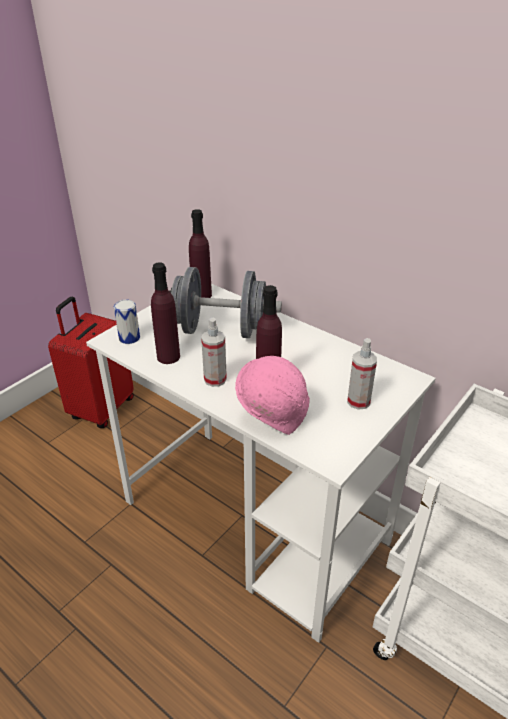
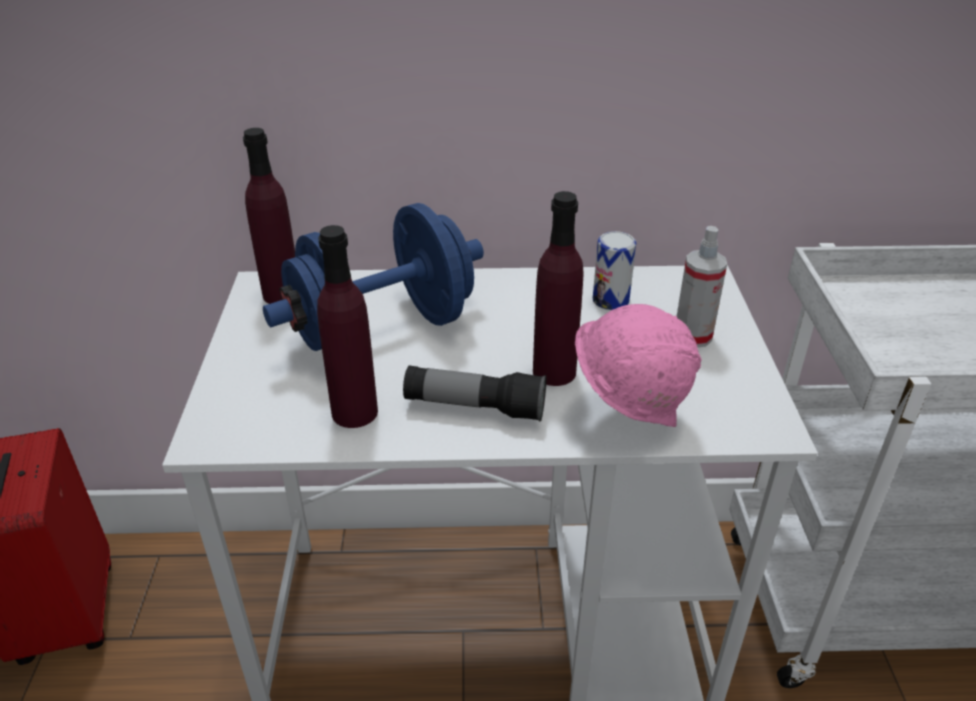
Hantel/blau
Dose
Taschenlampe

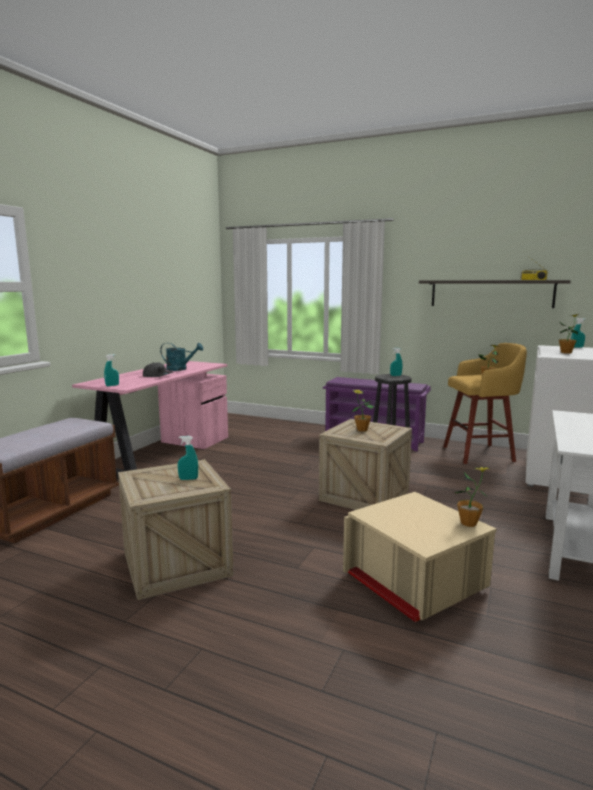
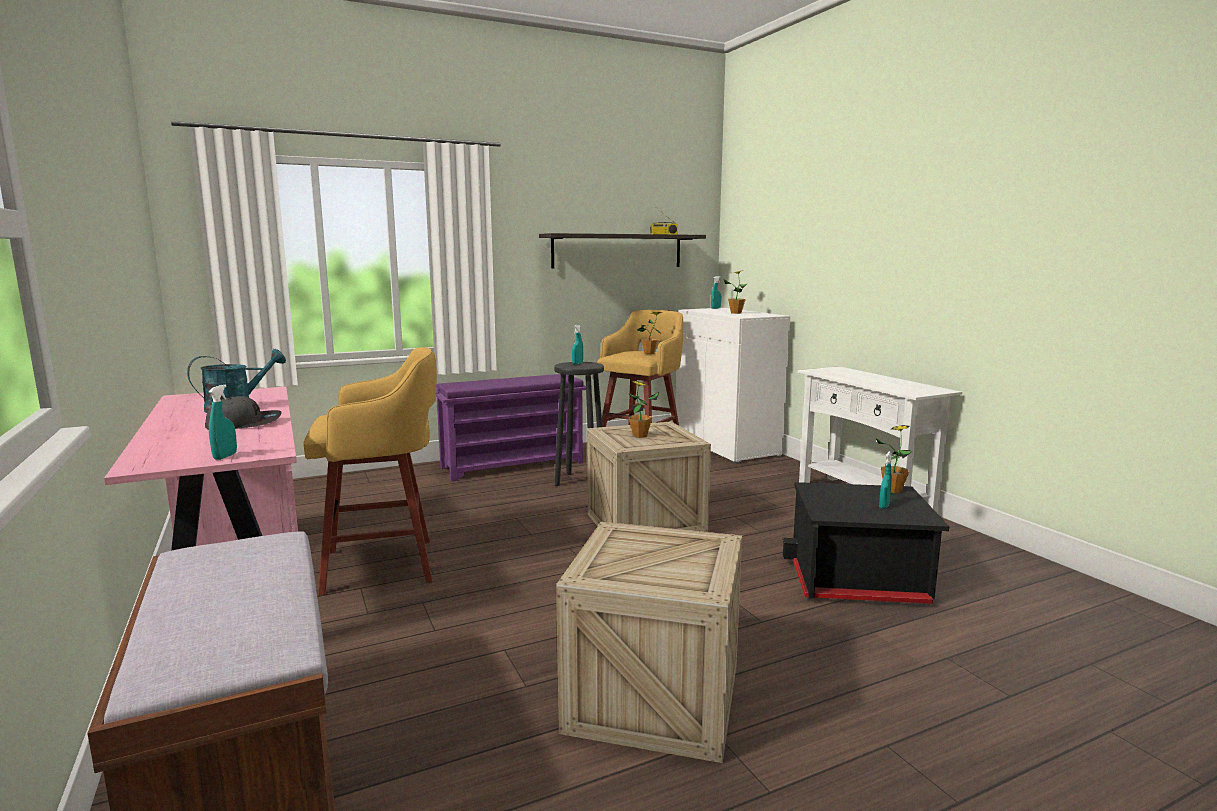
Sprühflasche/türkis (4th from left)
Aufbewahrungsbox/schwarz
Hocker/gelb (1st from left)

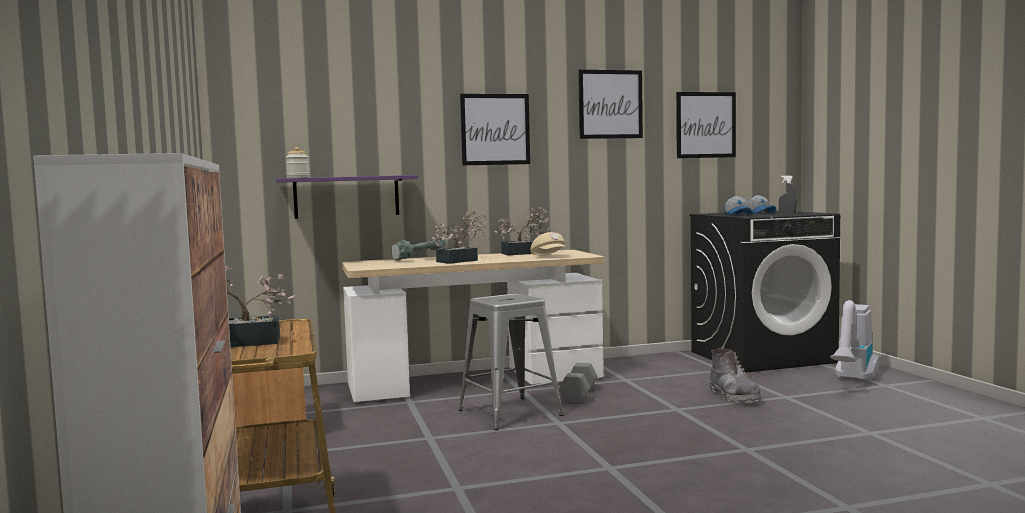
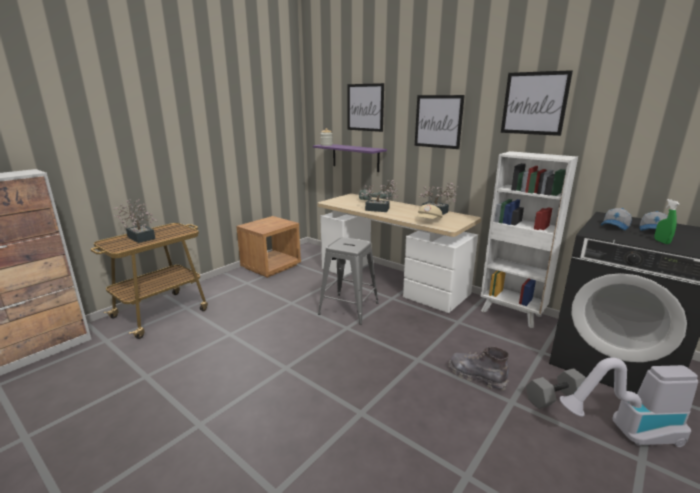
Bild (1st from left)
Sprühflasche/grün
Stiefel/grau
Hantel/grau
Bücherregal/weiß

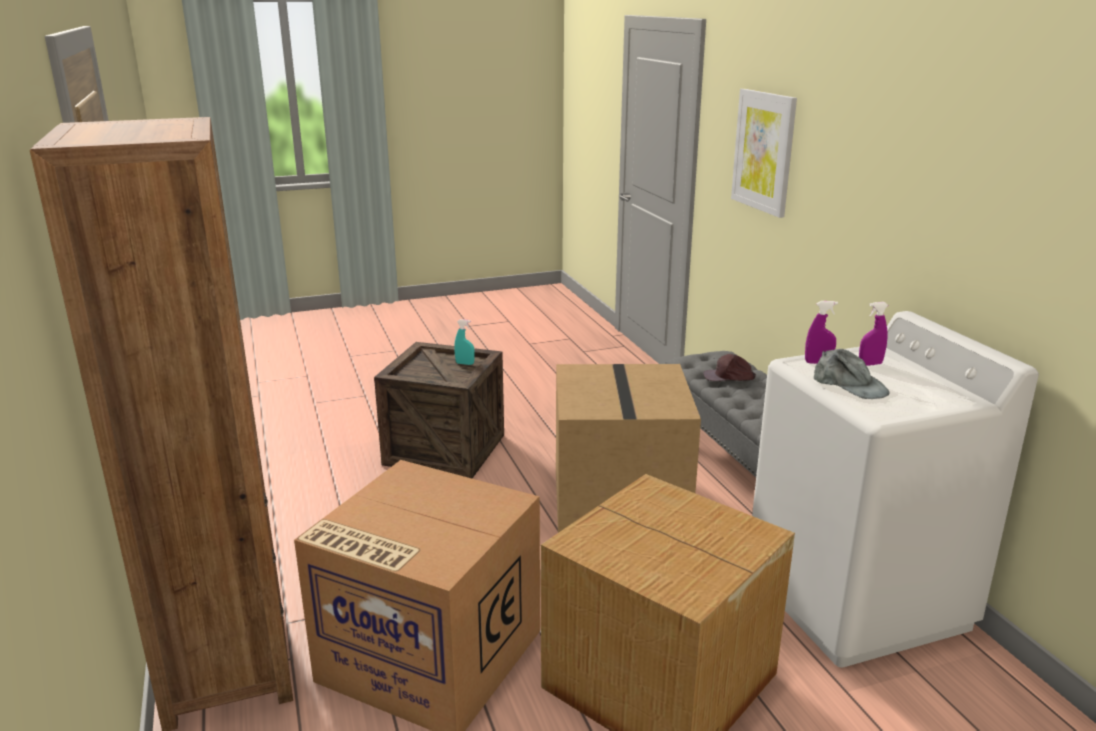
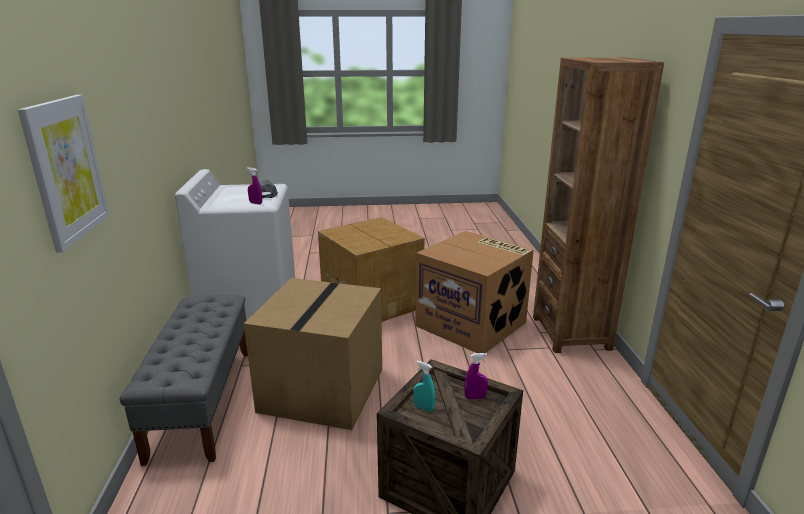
Sprühflasche/lila (2nd from left)
Kappe/braun

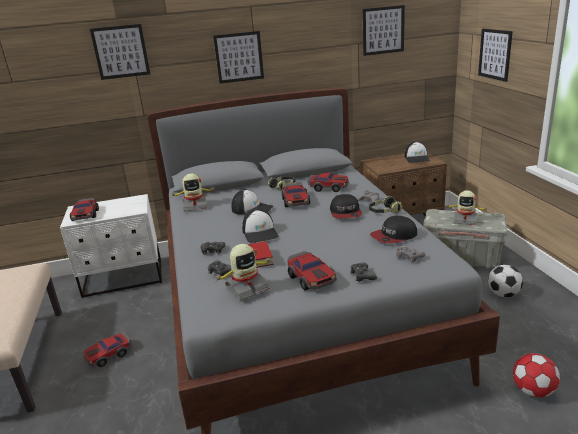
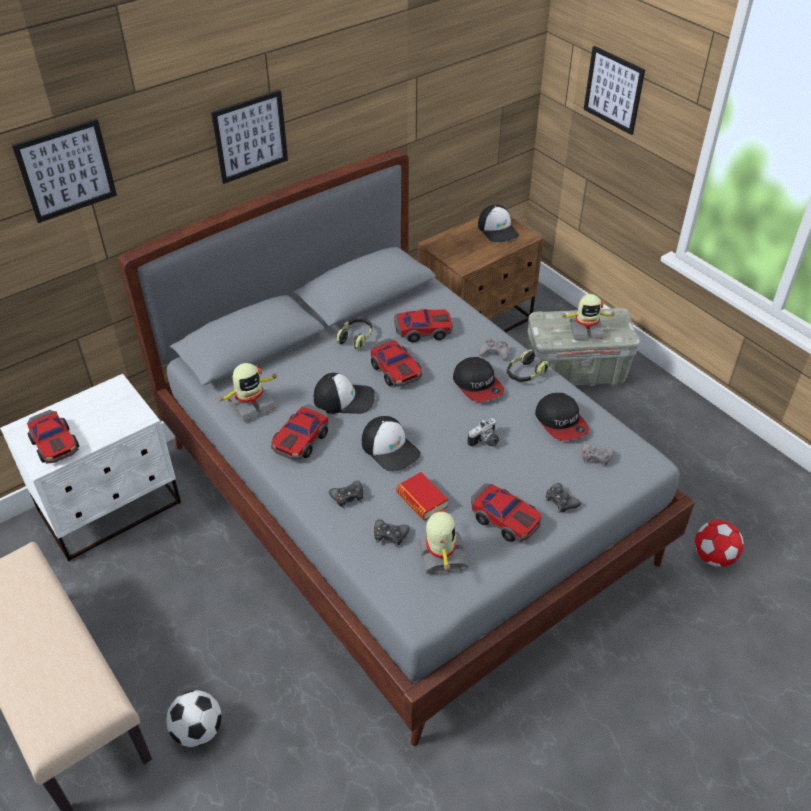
Bild (3rd from left in the first image)
Kappe (5th from left)
Spielzeugroboter (2nd from left)
Fußball (1st from left)
Spielzeugauto (2nd from left)
Kamera

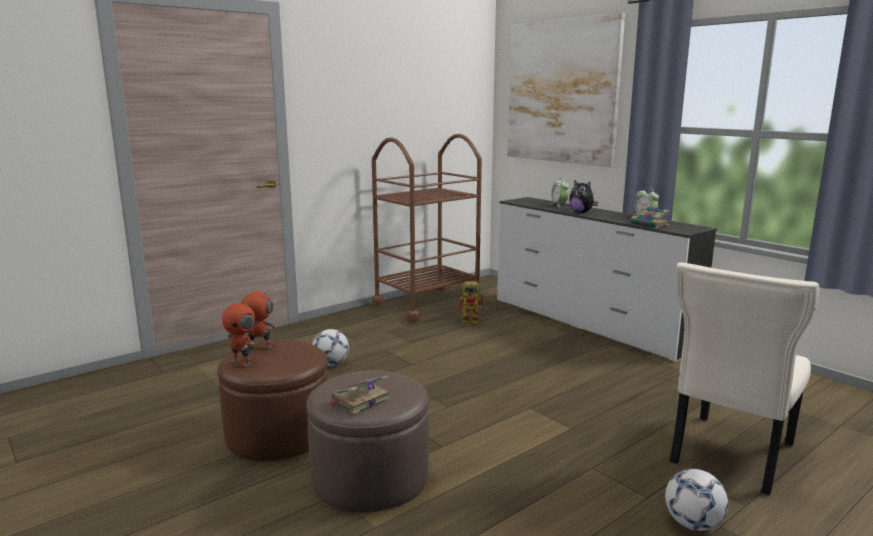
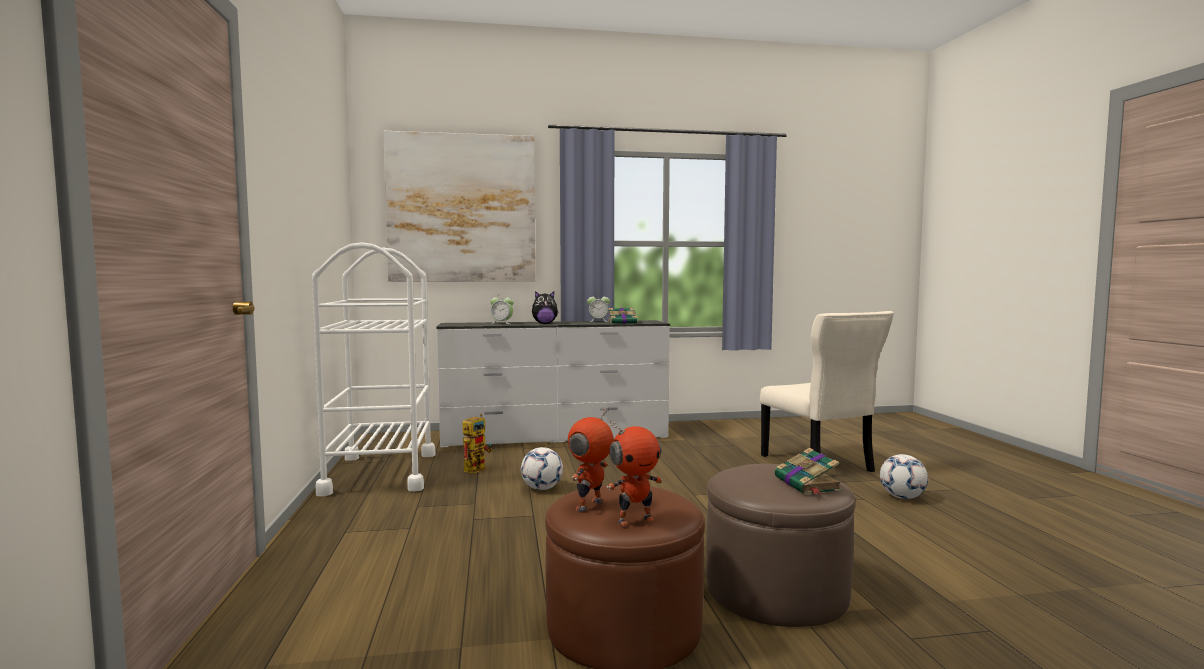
Rollwagen/weiß
Fußball (1st from left)

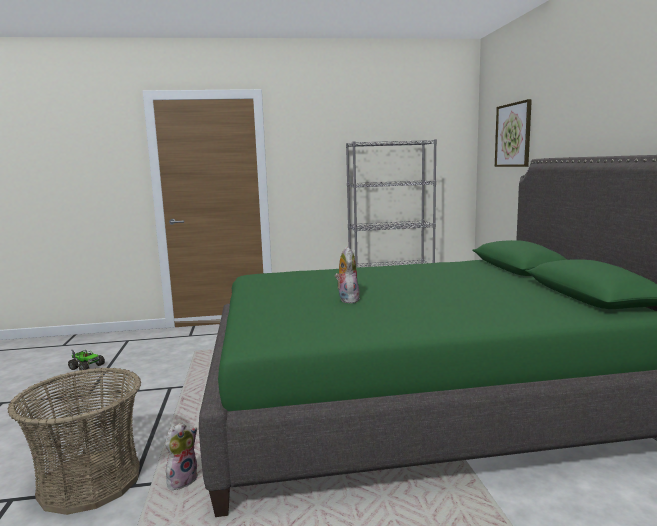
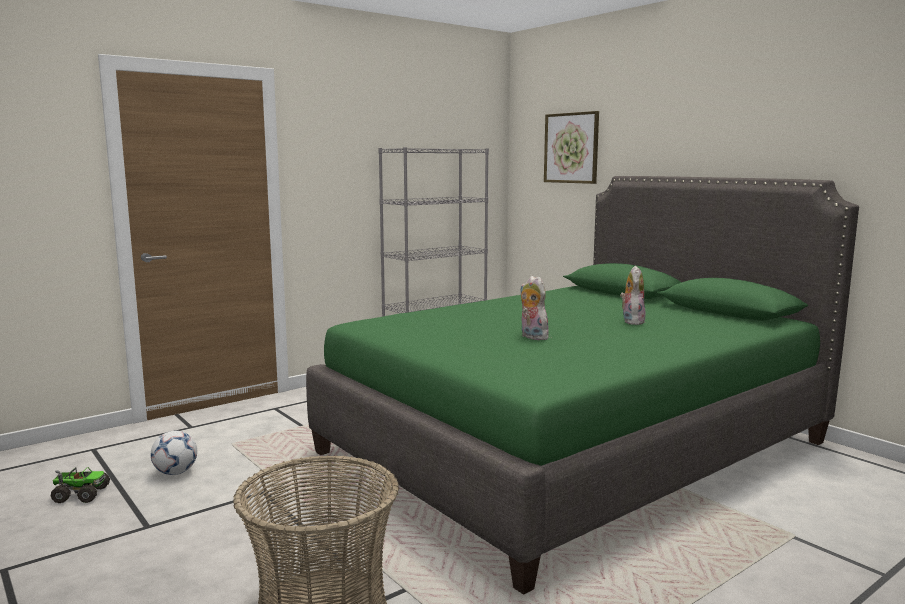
Plüschtier (2nd from left)
Fußball

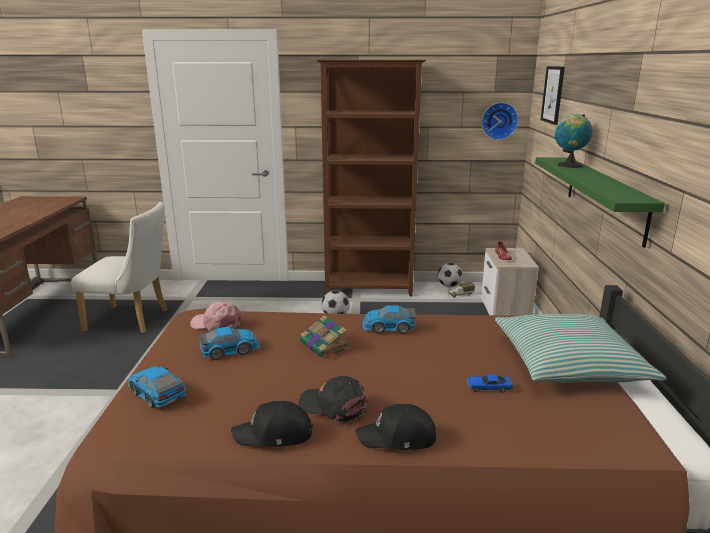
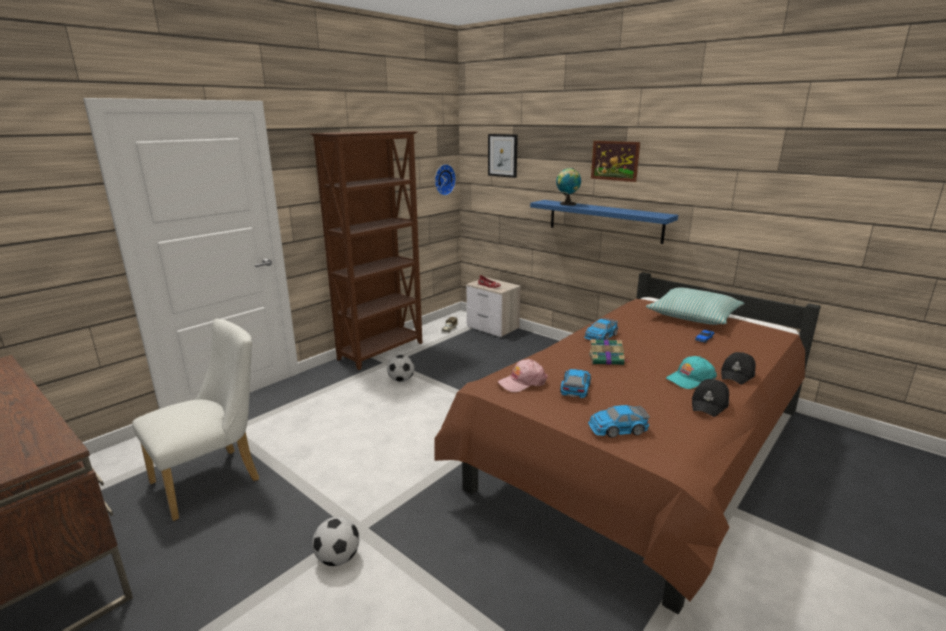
Wandregal/blau
Fußball (1st from left)
Kappe/türkis
Bild (2nd from left)

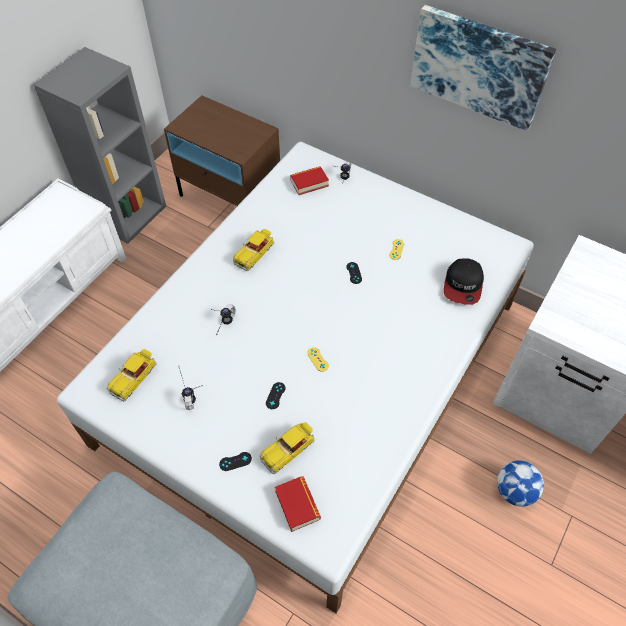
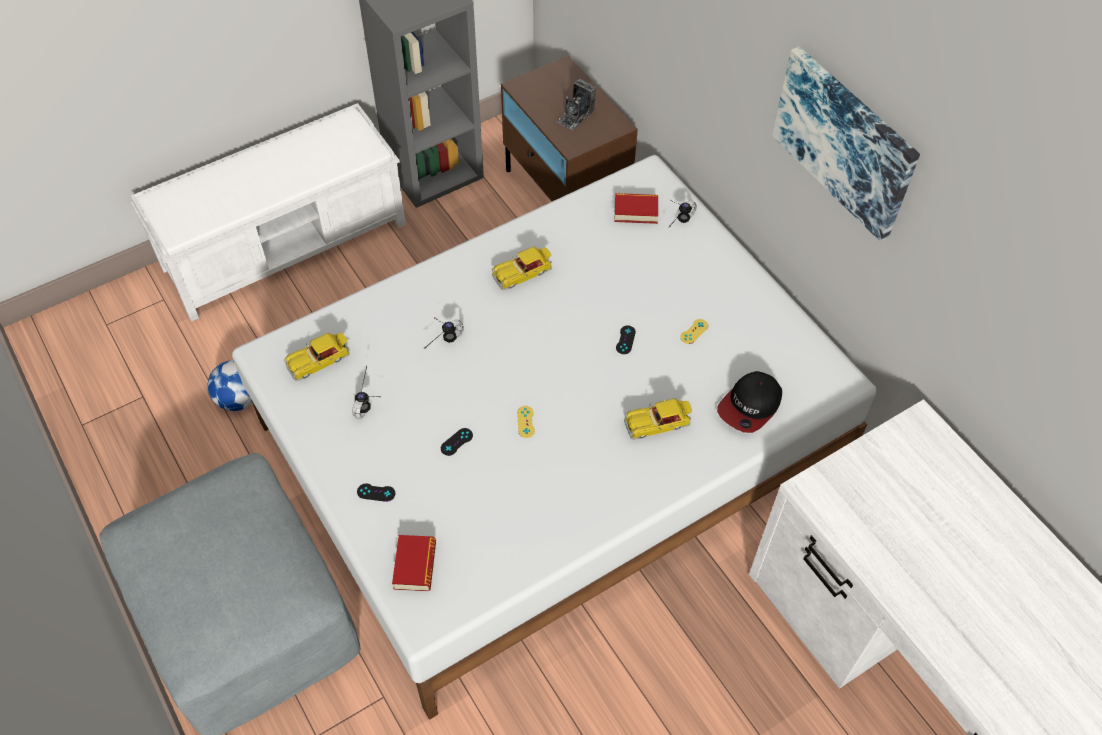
Spielzeugauto (3rd from left)
Fußball
Kamera

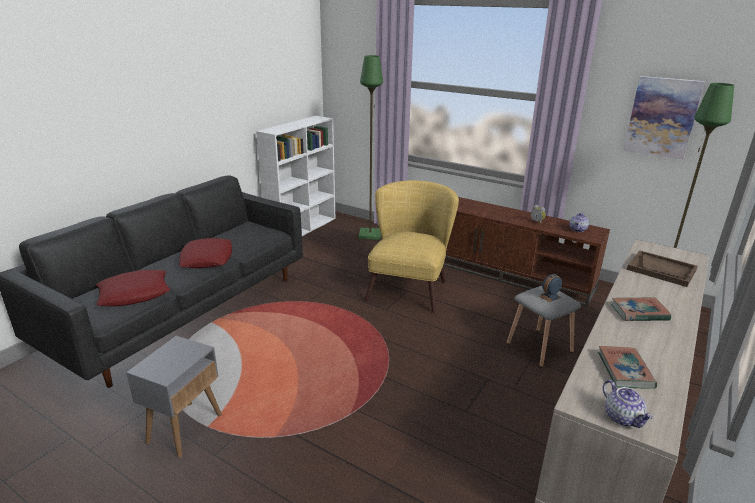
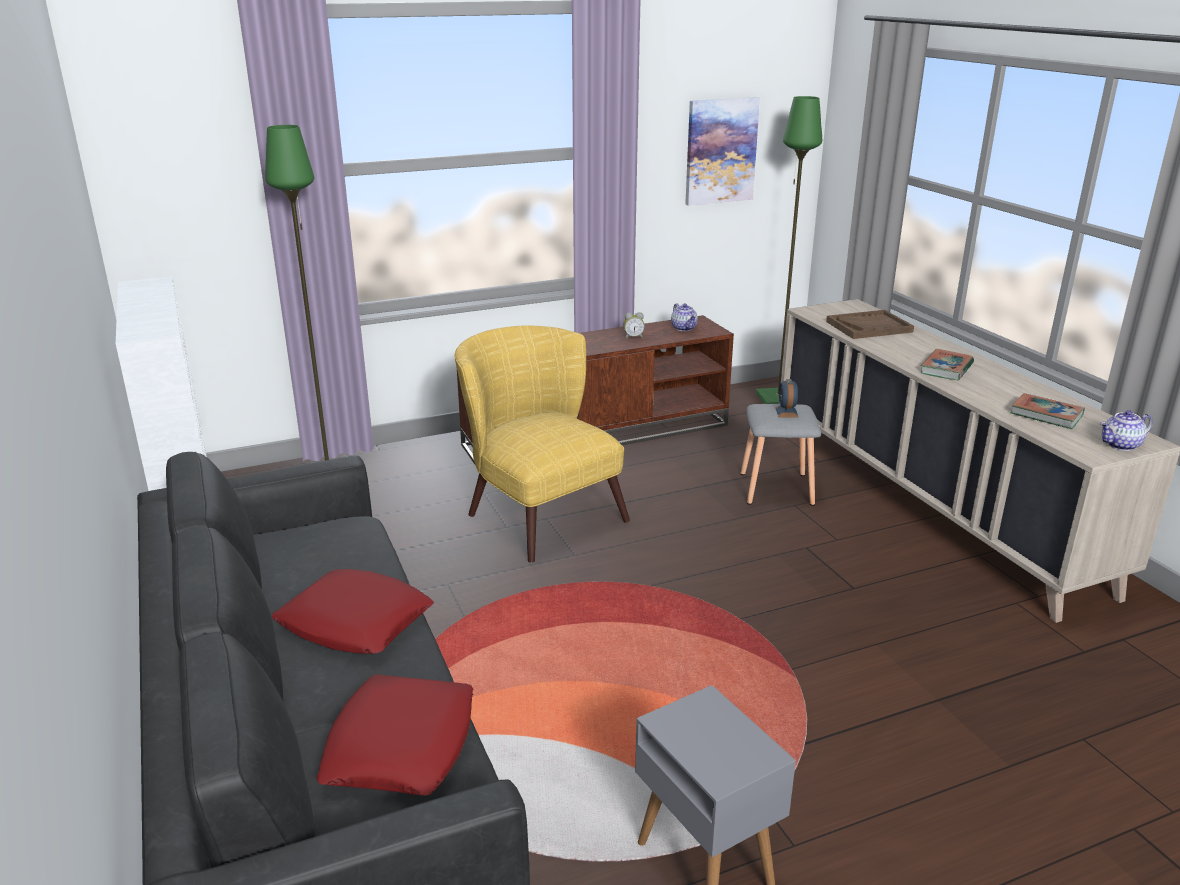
Teekanne (2nd from left)

